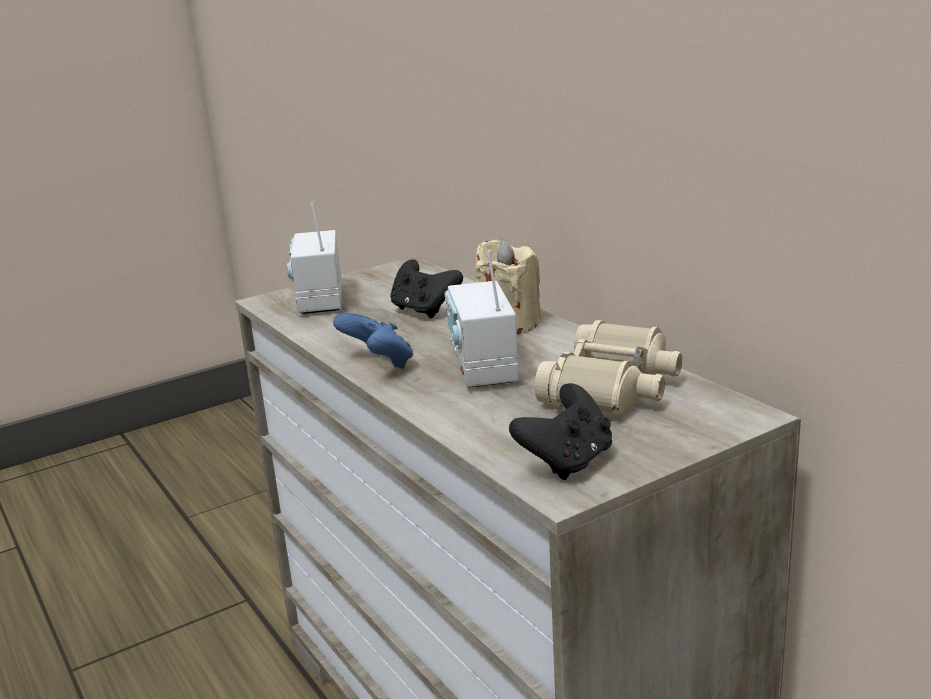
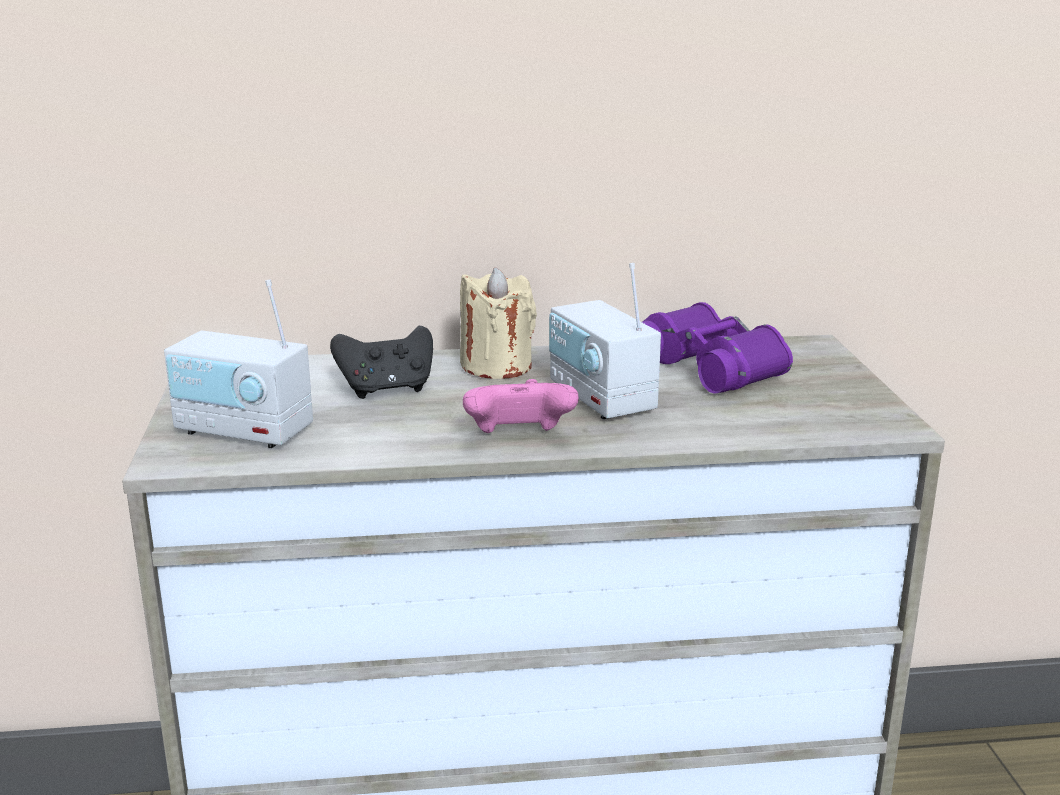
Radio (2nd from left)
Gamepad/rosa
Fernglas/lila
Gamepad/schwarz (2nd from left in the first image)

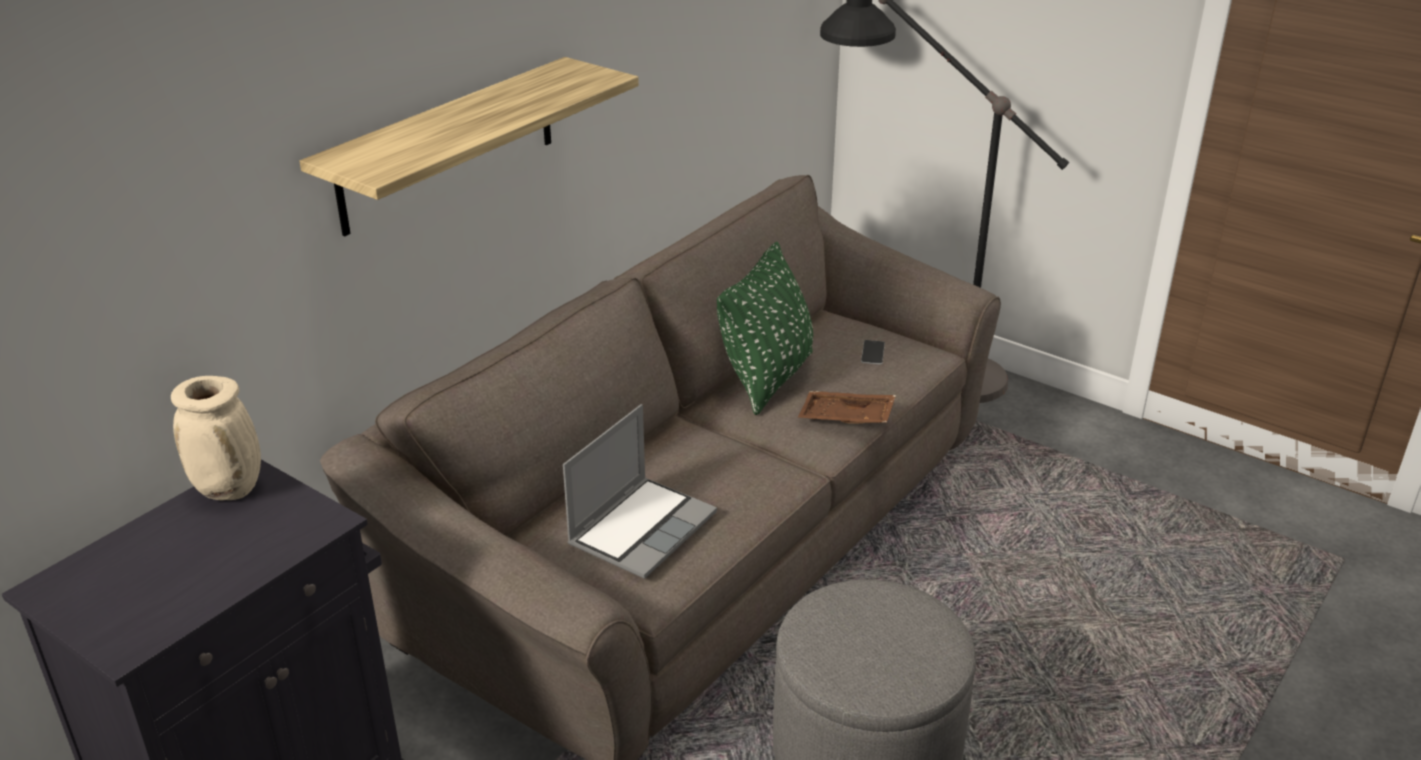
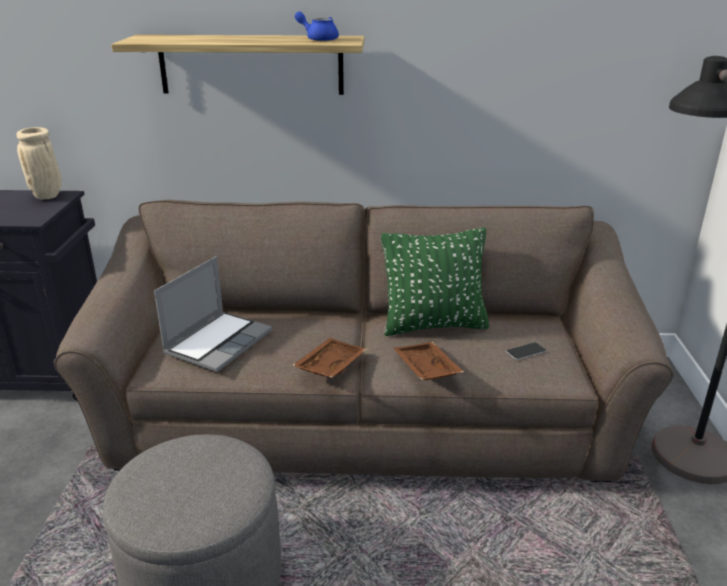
Laptop
Teekanne/blau
Tablett/braun (1st from left)

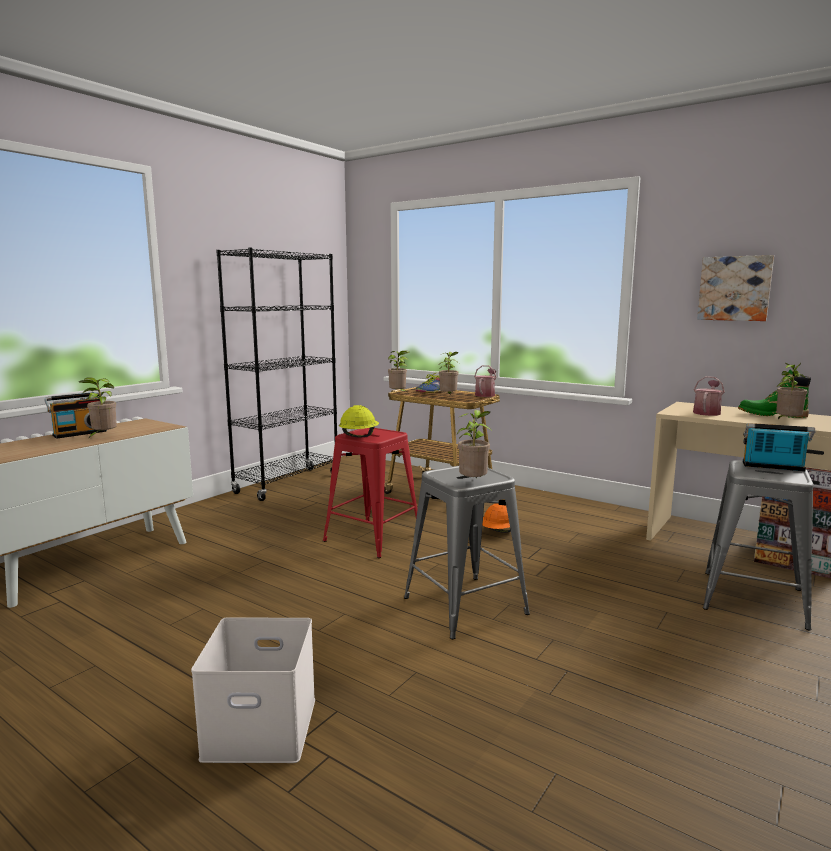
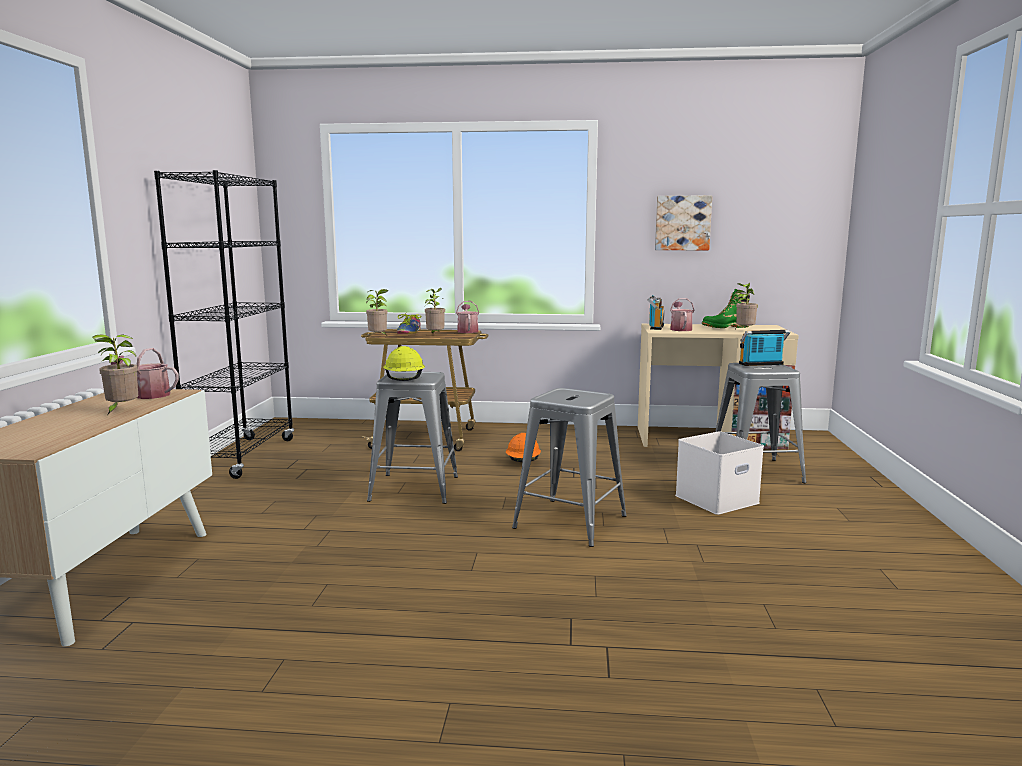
Radio (1st from left)
Topfpflanze (4th from left in the first image)
Hocker/grau (1st from left)
Aufbewahrungsbox/weiß
Gießkanne (1st from left)

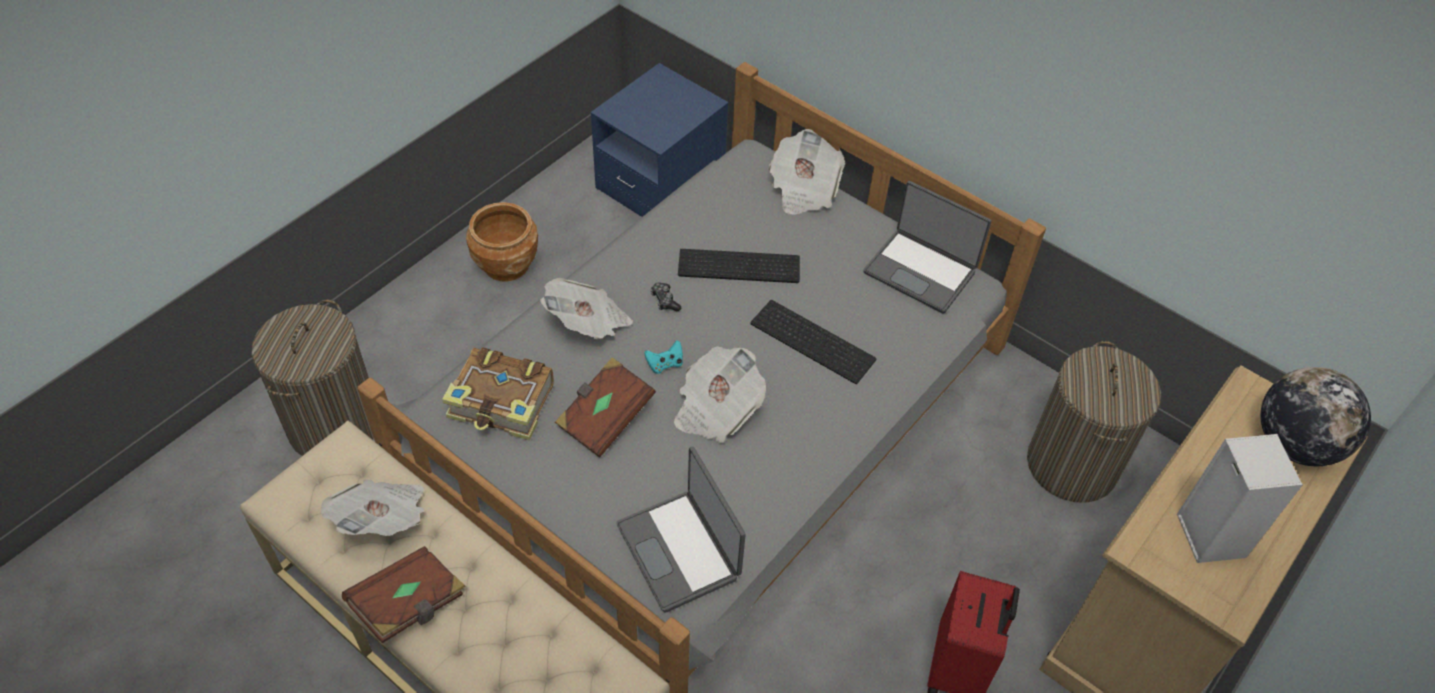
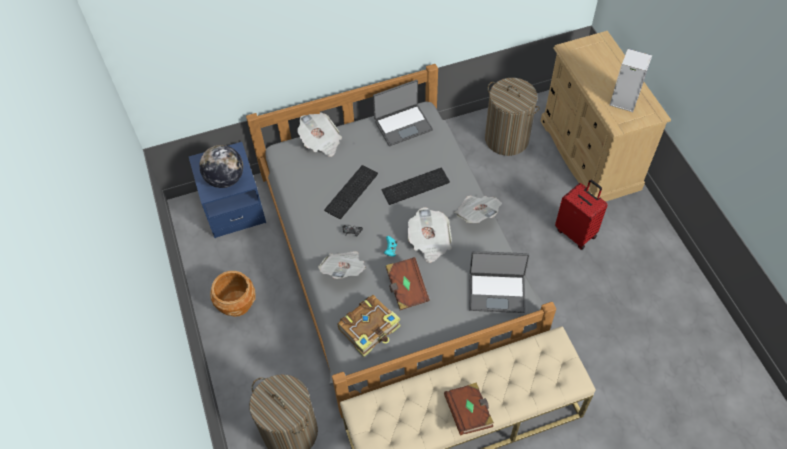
Globus
Zeitung (4th from left)

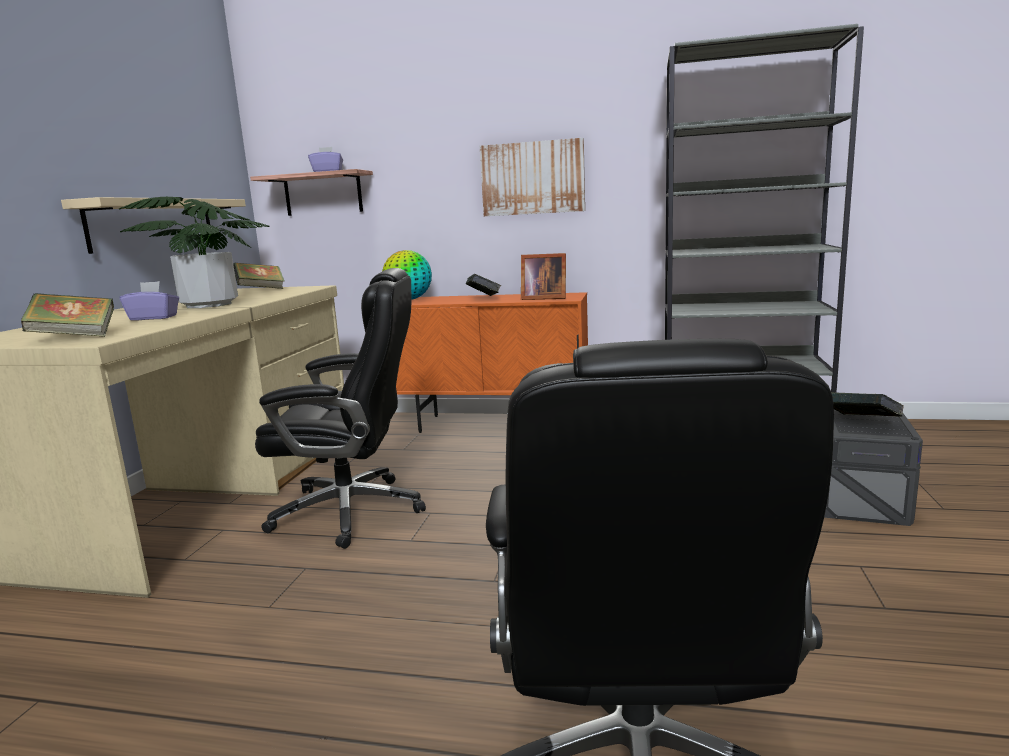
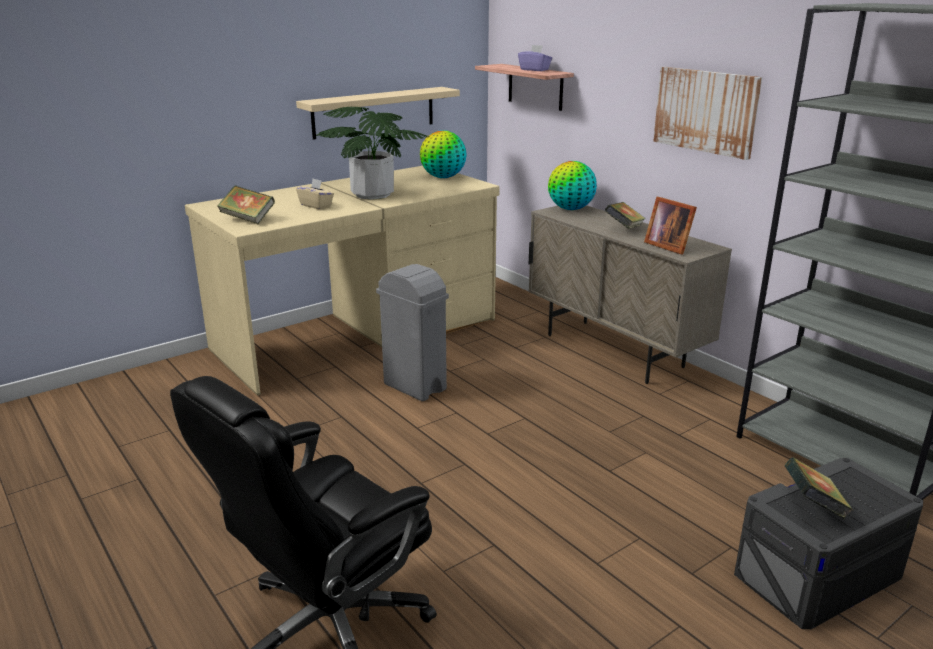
Globus (1st from left)
Mülleimer/grau
Taschentuchbox/beige
Schrank/beige

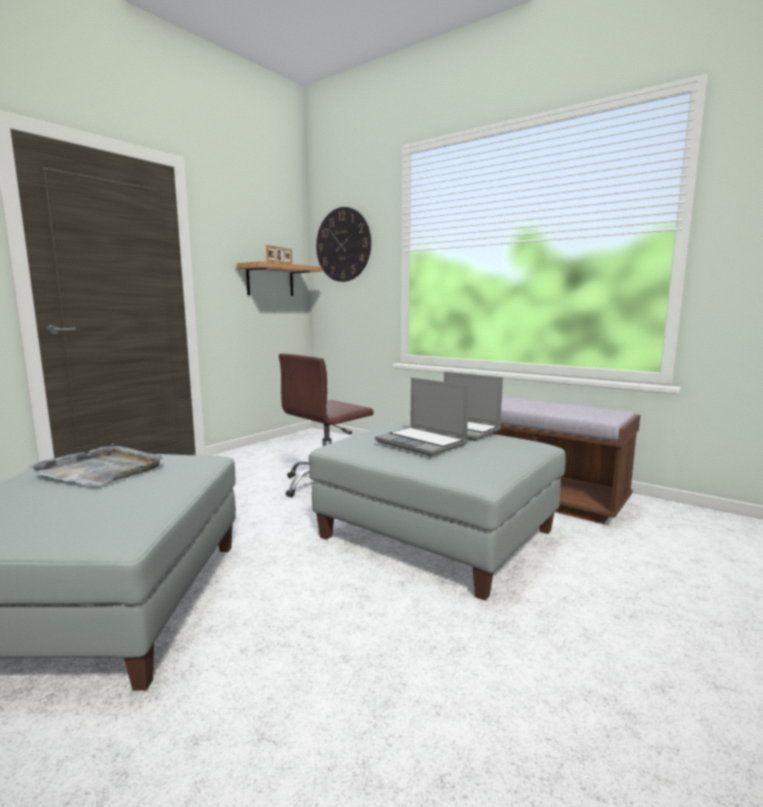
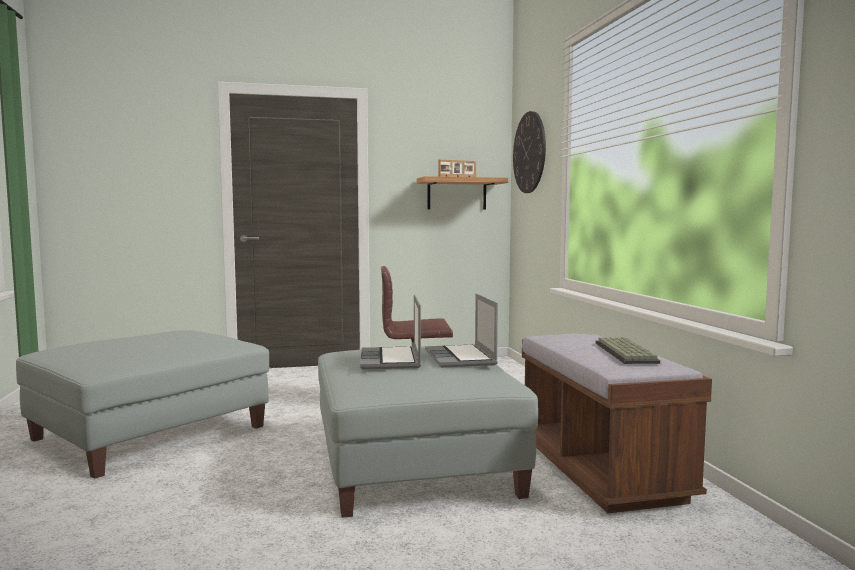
Tablett/grau
Tastatur

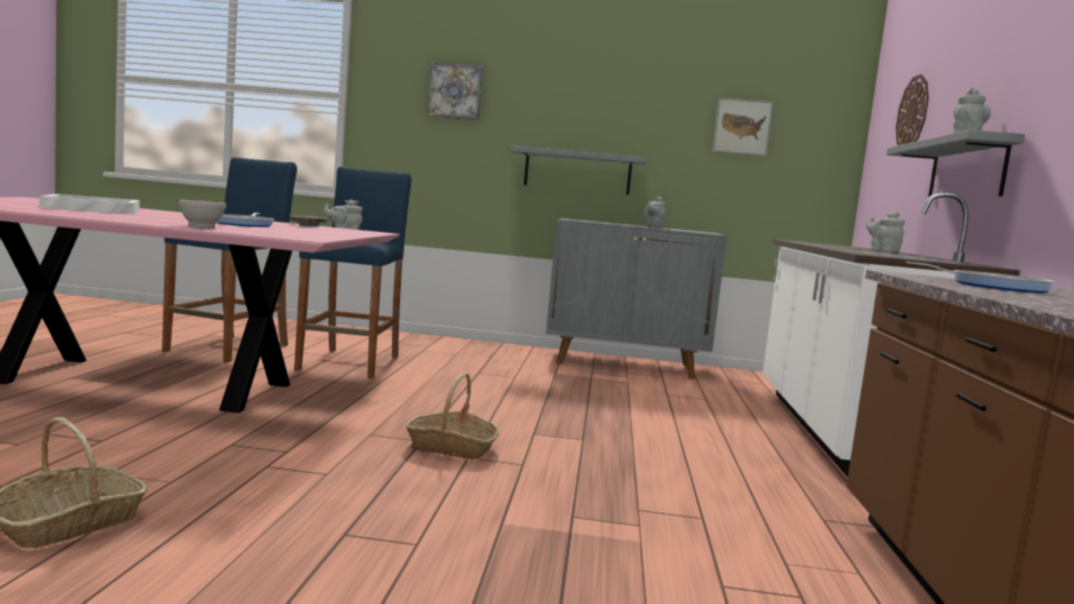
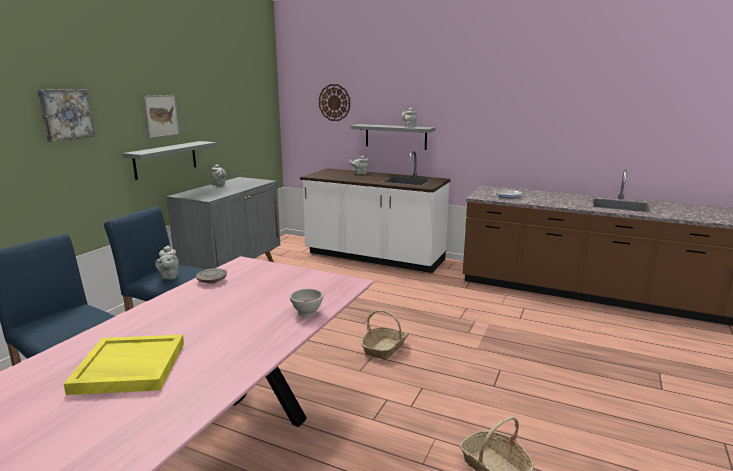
Bild (2nd from left)
Tablett/gelb
Pfanne (1st from left in the first image)

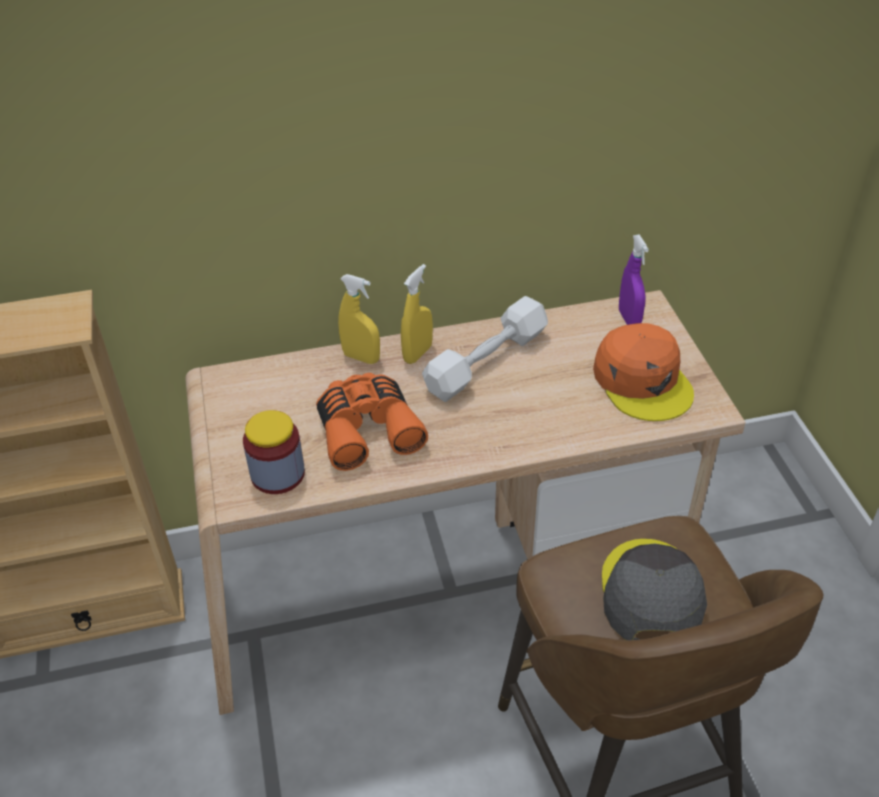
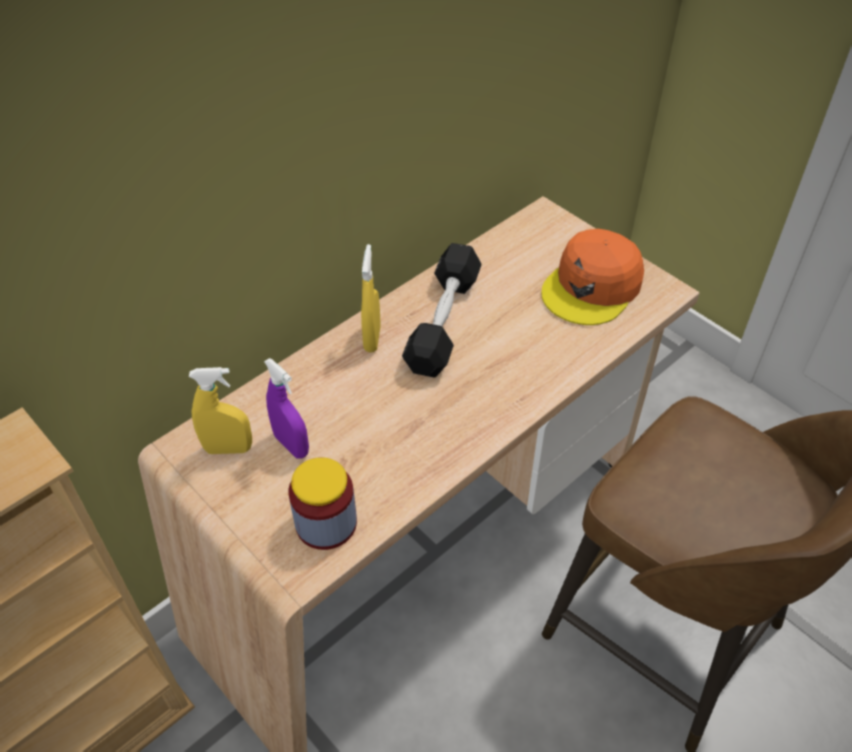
Sprühflasche/lila
Sprühflasche/gelb (1st from left)
Hantel/schwarz
Kappe/orange
Fernglas/orange
Kappe/grau

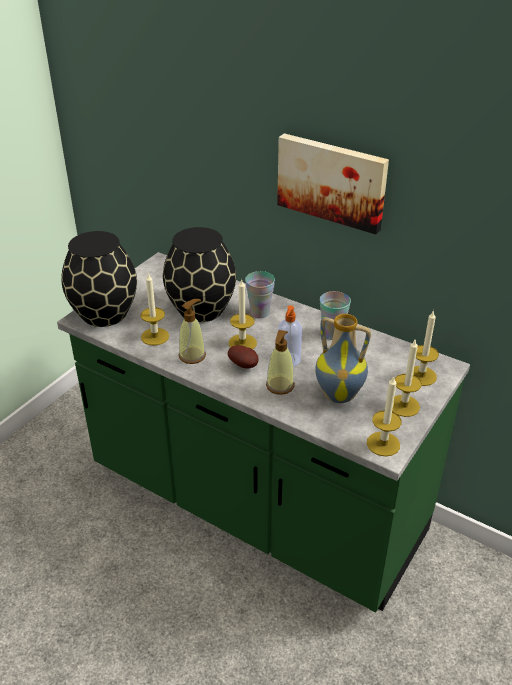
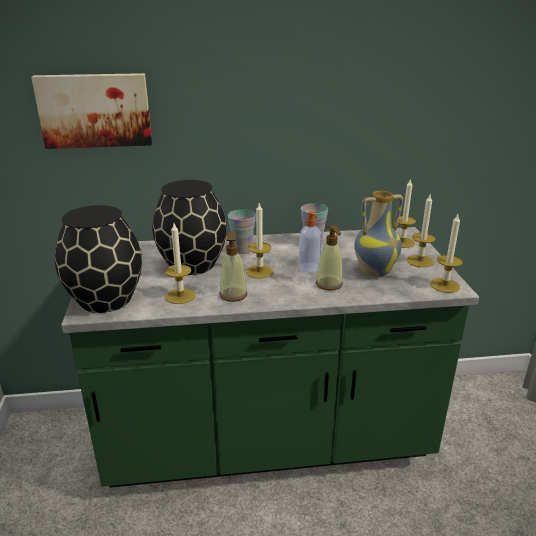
Bild
Kartoffel

